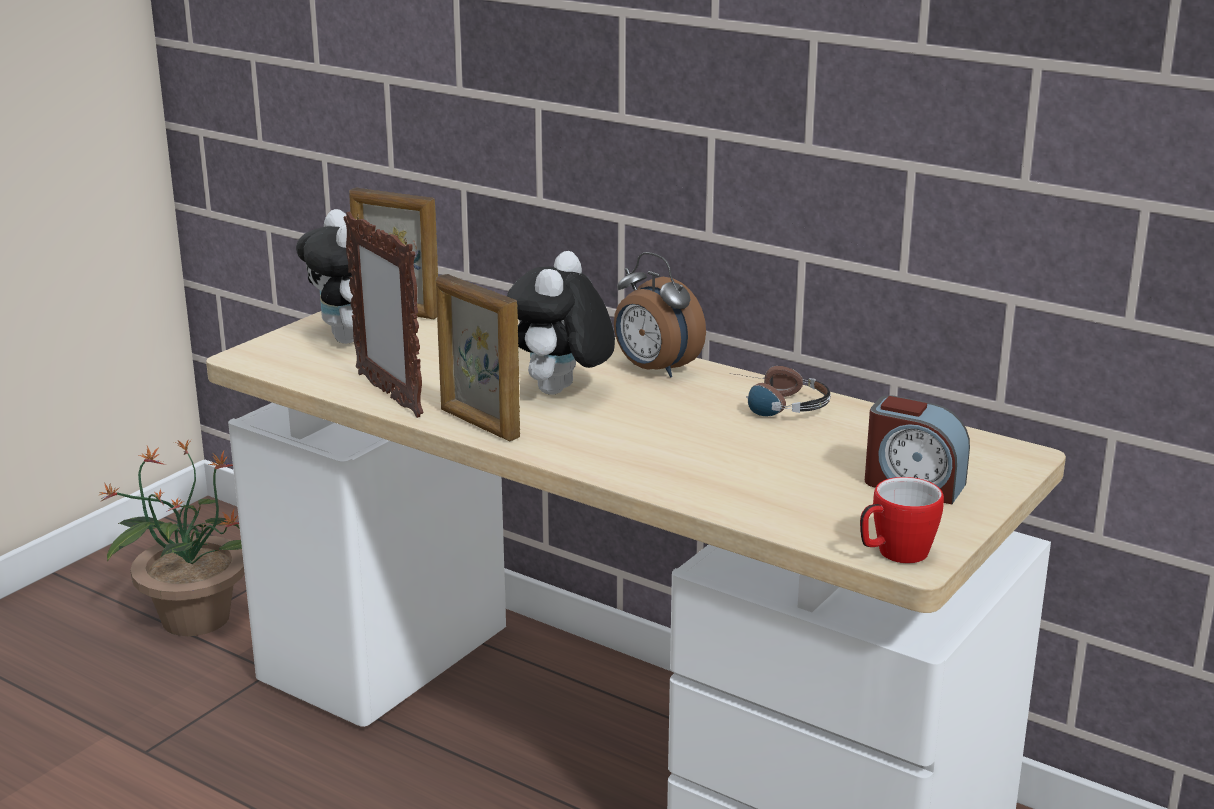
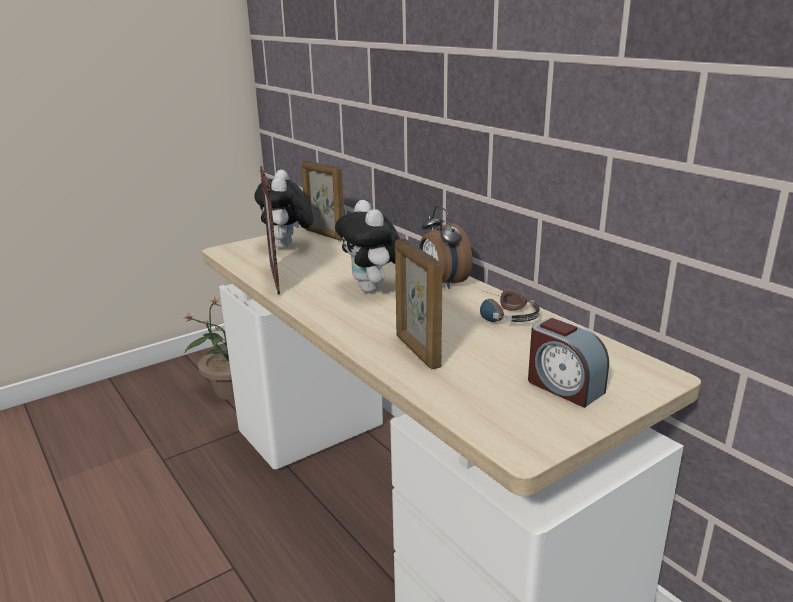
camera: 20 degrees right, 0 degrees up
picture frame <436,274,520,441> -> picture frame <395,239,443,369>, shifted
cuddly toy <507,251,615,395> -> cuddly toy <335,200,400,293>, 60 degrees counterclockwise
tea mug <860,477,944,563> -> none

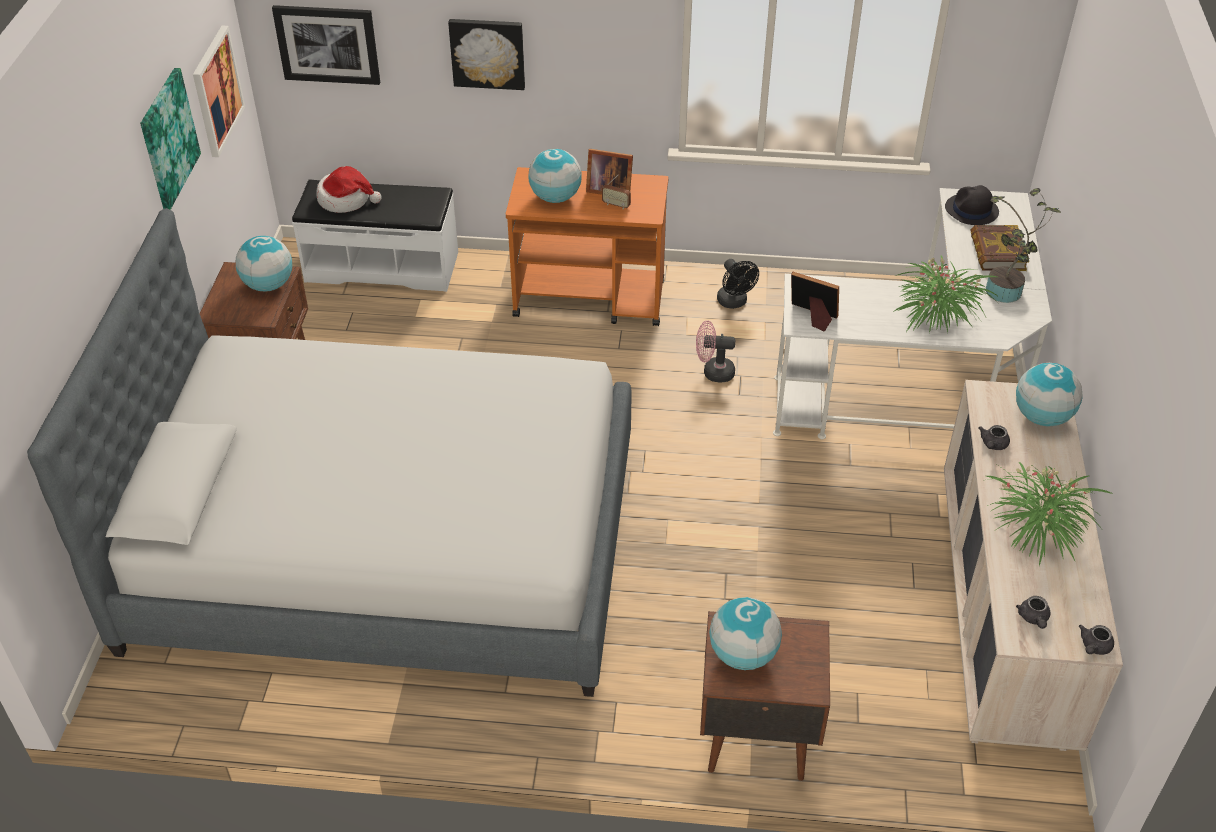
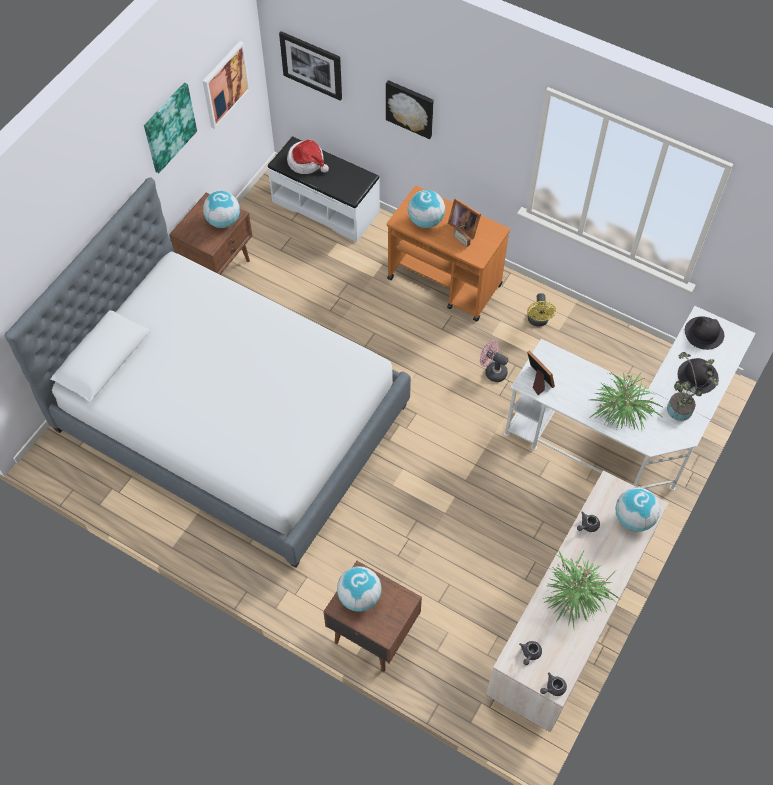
camera: 25 degrees right, 15 degrees up
black-coloured cooling fan <717,259,759,309> -> yellow-coloured cooling fan <527,293,556,326>
book <971,225,1029,271> -> black-coloured wearable hat <678,358,718,394>

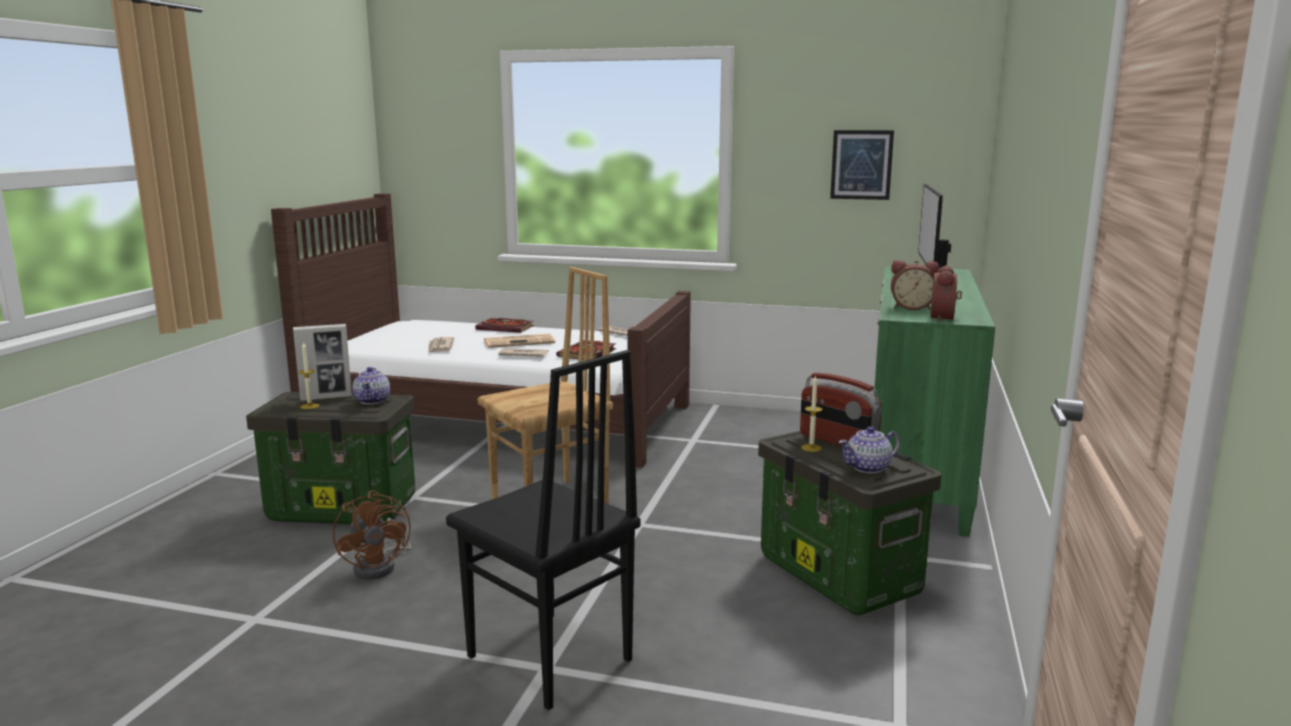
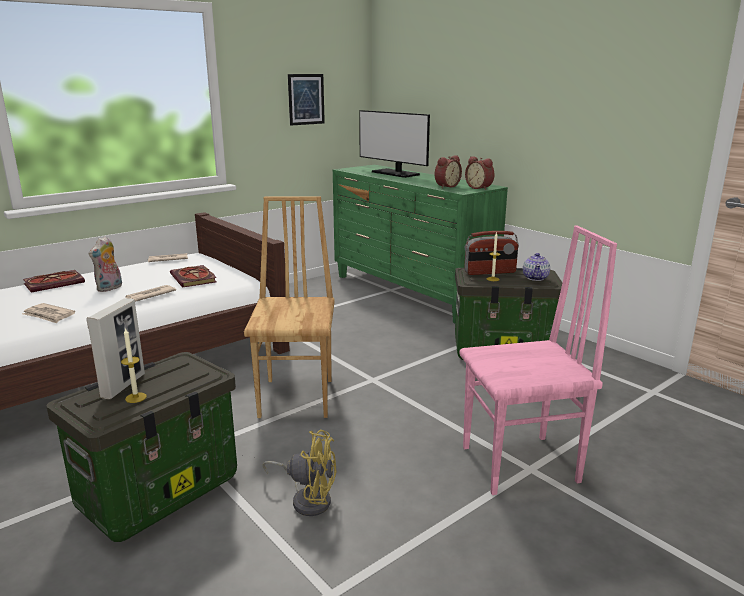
camera: 55 degrees left, 5 degrees up
brown cooling fan <333,490,411,579> -> yellow-coloured cooling fan <263,430,337,516>
pot for tea <352,367,390,404> -> none
black-coloured plain chair <446,350,640,710> -> pink plain chair <459,226,617,495>
newspaper <484,334,555,348> -> cuddly toy <89,236,122,292>

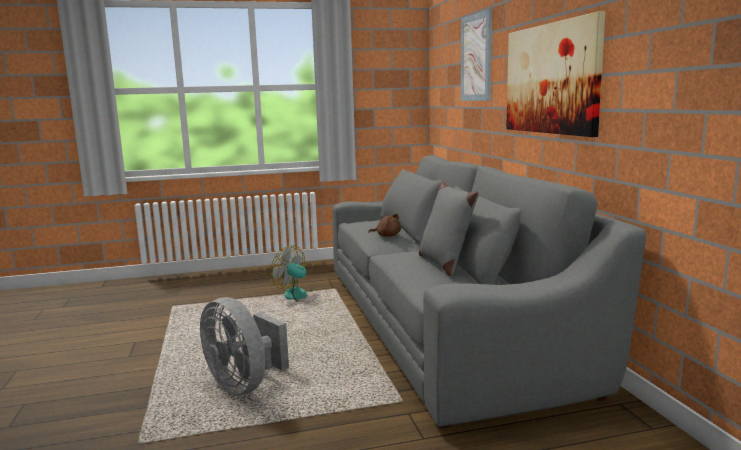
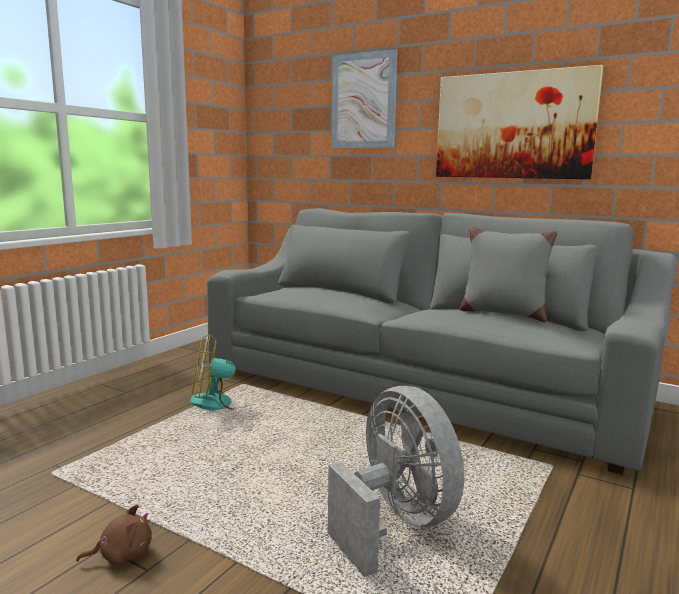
camera: 45 degrees left, 0 degrees up
grey cooling fan <200,297,289,396> -> grey cooling fan <328,386,464,577>, 120 degrees counterclockwise
brown cuddly toy <368,214,401,237> -> brown cuddly toy <76,504,152,566>, shifted

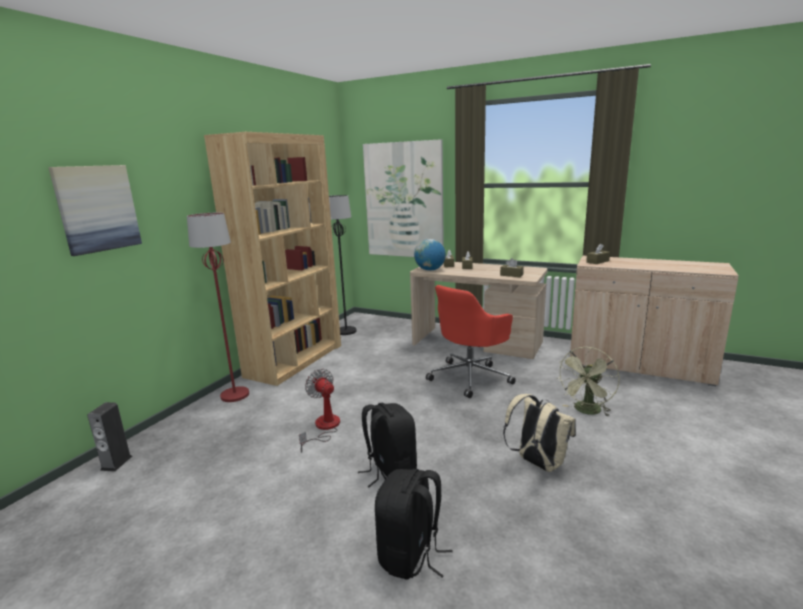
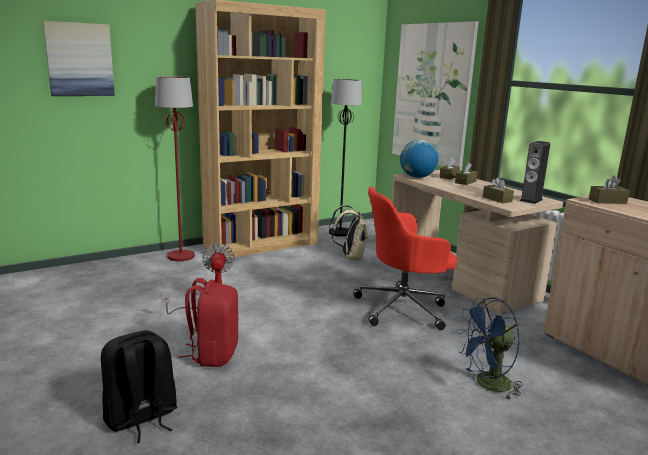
camera: 30 degrees right, 0 degrees up
loudspeaker <87,402,132,472> -> loudspeaker <520,141,550,204>, shifted
black-coloured backpack <358,402,417,487> -> red backpack <179,278,239,367>
beige backpack <503,394,576,472> -> beige backpack <329,205,368,260>, shifted
green cooling fan <557,347,620,417> -> bluish cooling fan <457,297,523,400>

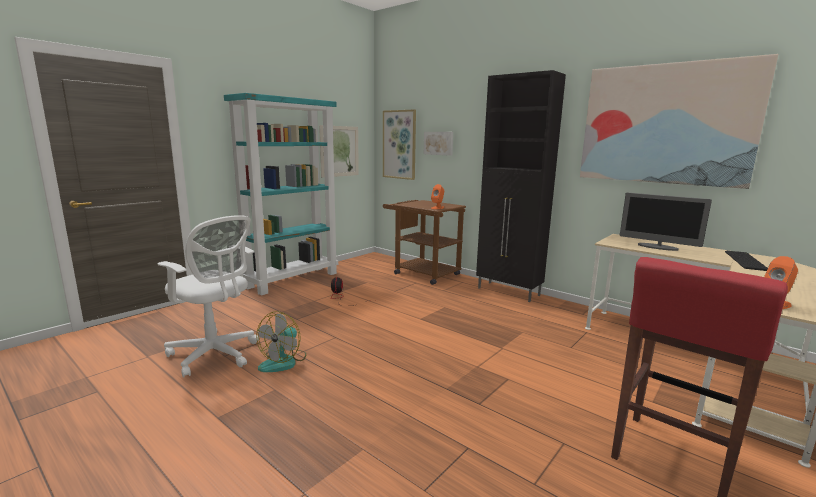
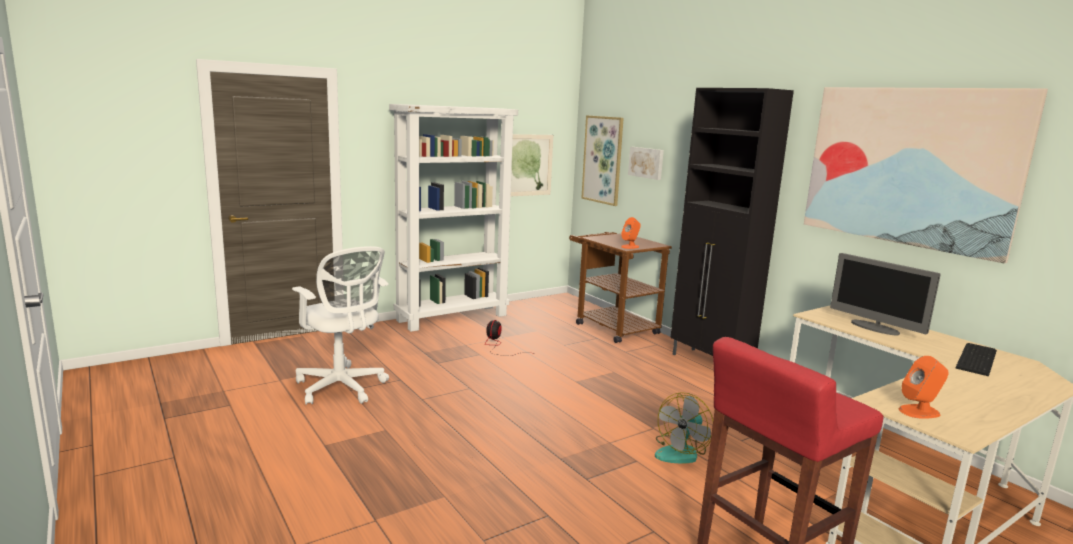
camera: 15 degrees right, 0 degrees up
turquoise-coloured bookshelf <224,93,338,295> -> white bookshelf <389,104,518,332>
cooling fan <256,311,306,372> -> cooling fan <655,392,713,463>, shifted

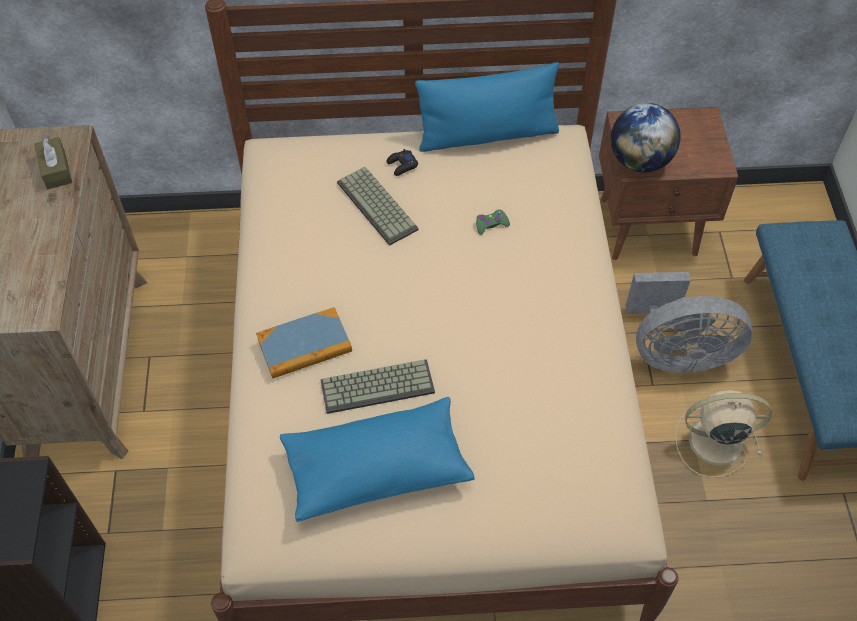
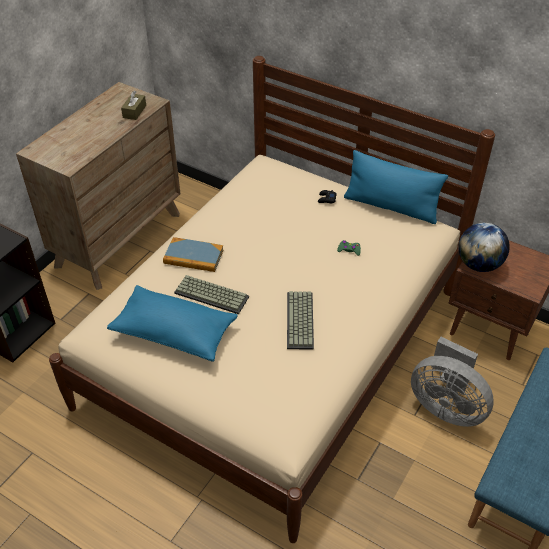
camera: 35 degrees right, 10 degrees down
computer keyboard <337,167,419,246> -> computer keyboard <287,291,314,350>, shifted
beige cooling fan <675,390,772,478> -> none

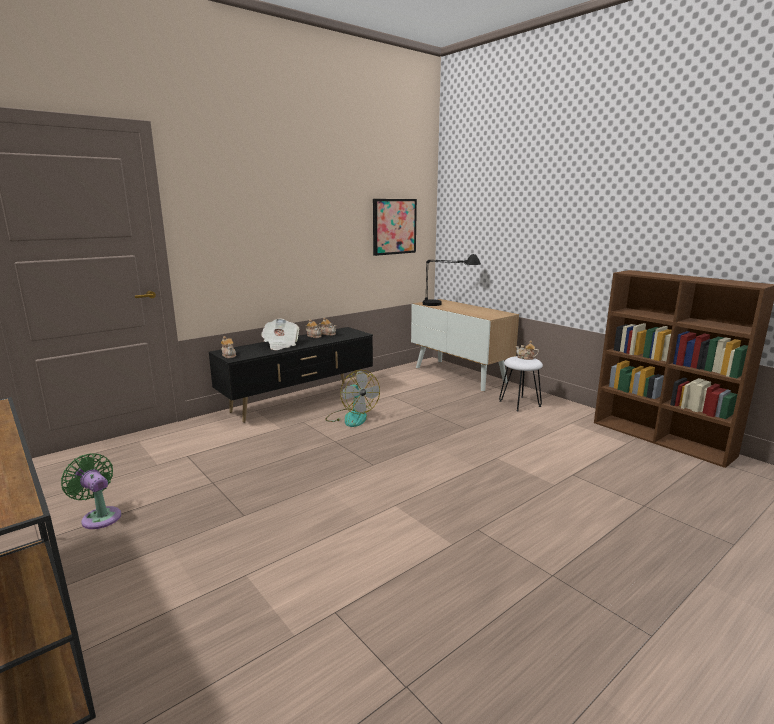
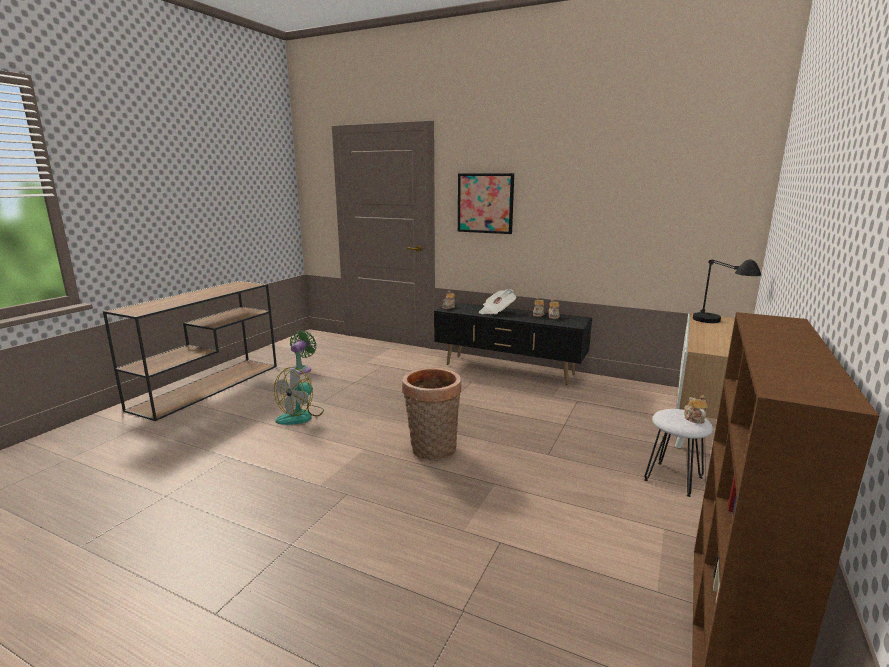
camera: 65 degrees right, 0 degrees up
cooling fan <326,370,380,427> -> cooling fan <274,367,324,425>, shifted
wall art <373,199,417,256> -> wall art <458,173,514,234>, shifted
none -> household basket <402,368,461,461>

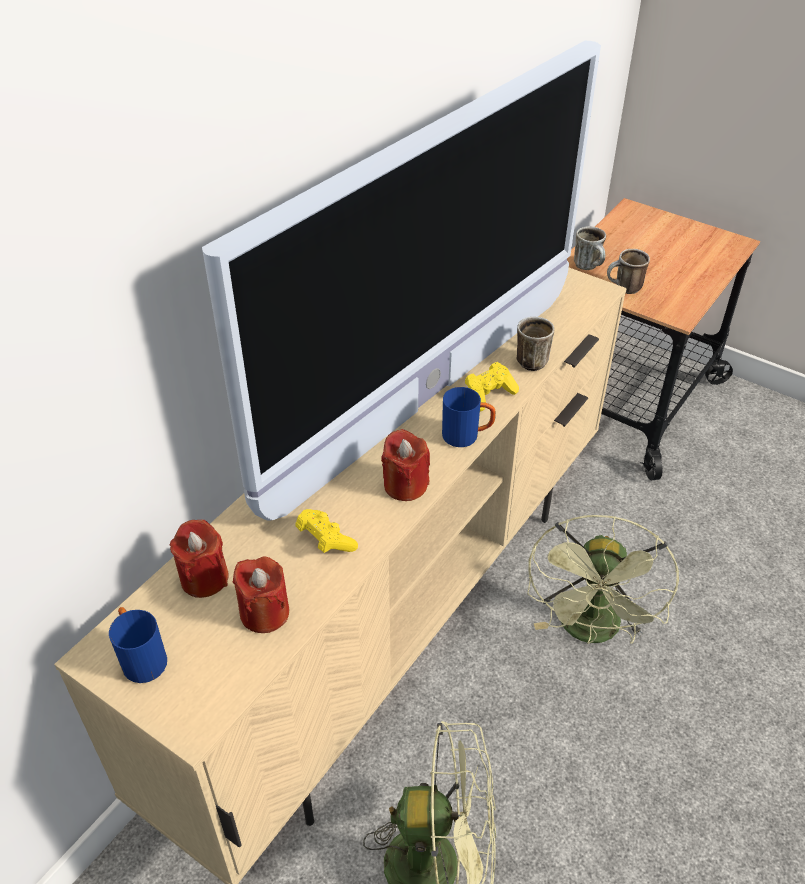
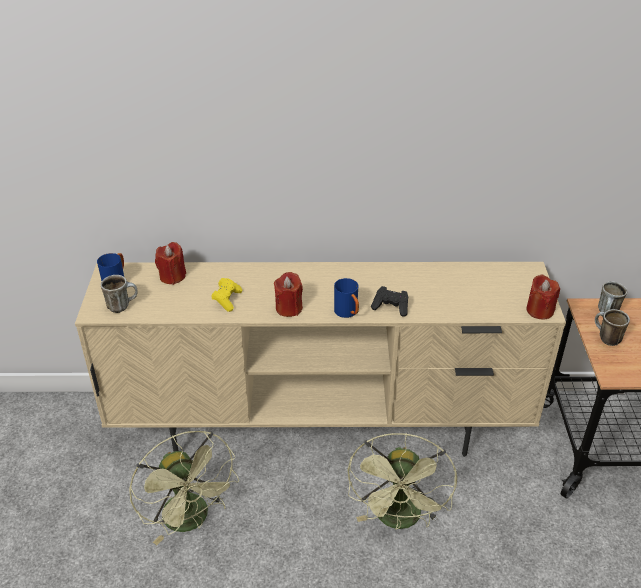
camera: 55 degrees right, 5 degrees down
TV set <202,41,601,521> -> none
red wax candle <233,557,289,633> -> red wax candle <526,274,560,320>, shifted
yellow-coloured game controller <465,362,519,411> -> black-coloured game controller <371,286,408,317>
tea mug <517,317,554,371> -> tea mug <101,275,138,313>, shifted
green cooling fan <527,515,679,644> -> green cooling fan <348,433,457,530>, 60 degrees counterclockwise

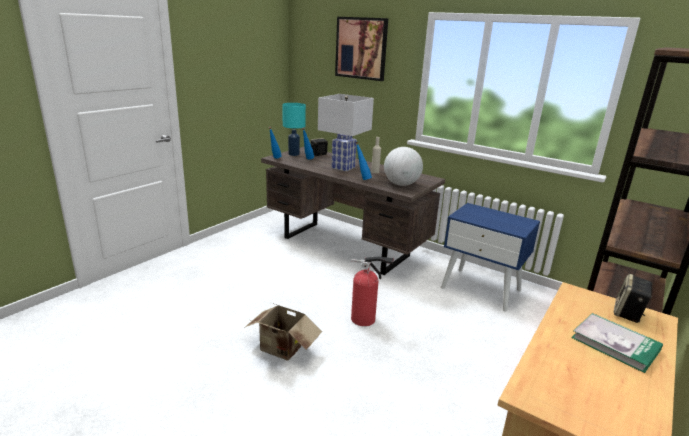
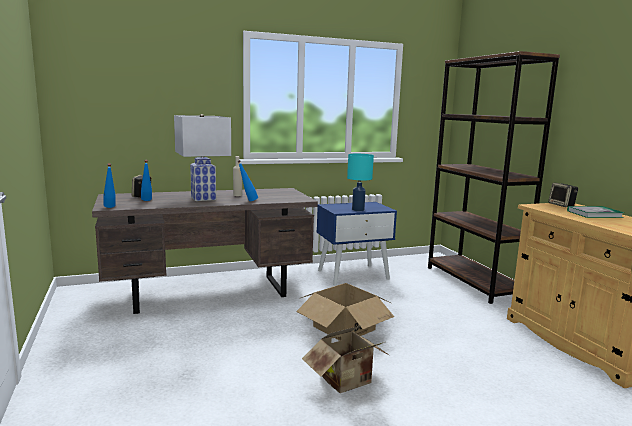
camera: 55 degrees left, 10 degrees down
turquoise-coloured tabletop lamp <282,103,306,156> -> turquoise-coloured tabletop lamp <347,154,374,211>, shifted
wall art <335,17,388,81> -> none
fire extinguisher <351,256,394,326> -> cardboard box <296,283,394,341>
desk globe <384,147,423,186> -> none

